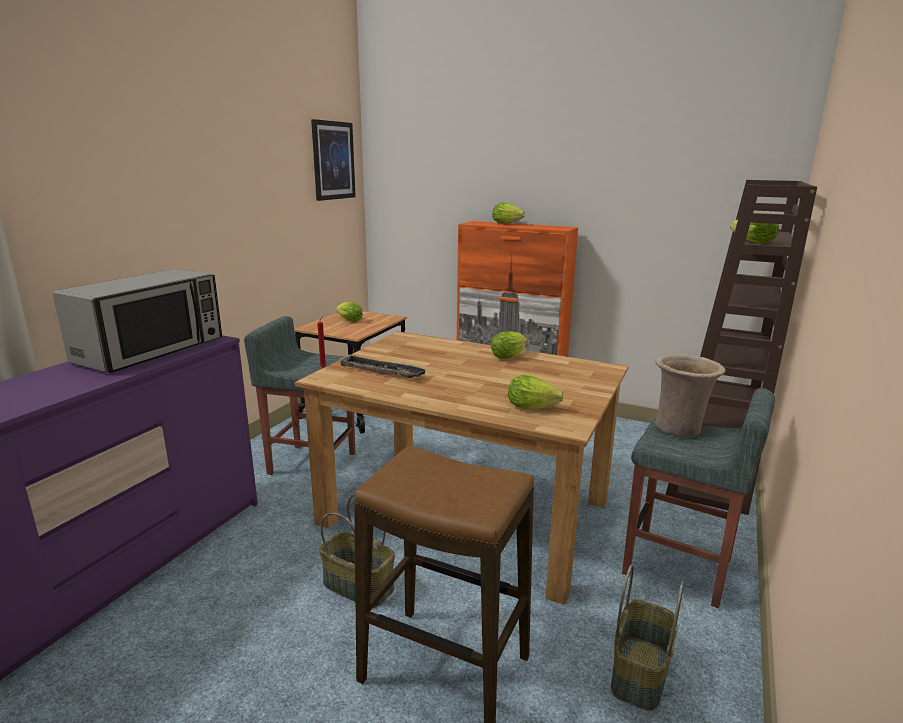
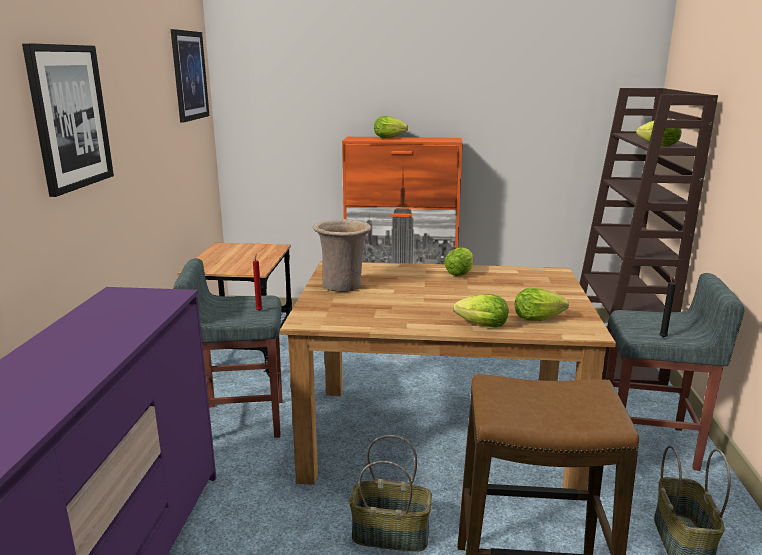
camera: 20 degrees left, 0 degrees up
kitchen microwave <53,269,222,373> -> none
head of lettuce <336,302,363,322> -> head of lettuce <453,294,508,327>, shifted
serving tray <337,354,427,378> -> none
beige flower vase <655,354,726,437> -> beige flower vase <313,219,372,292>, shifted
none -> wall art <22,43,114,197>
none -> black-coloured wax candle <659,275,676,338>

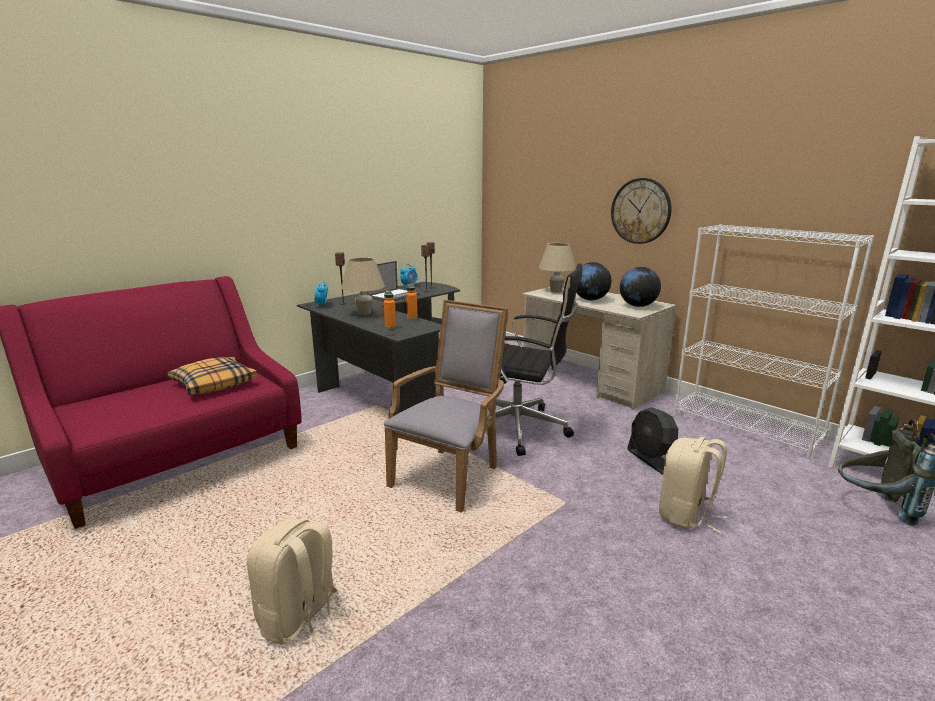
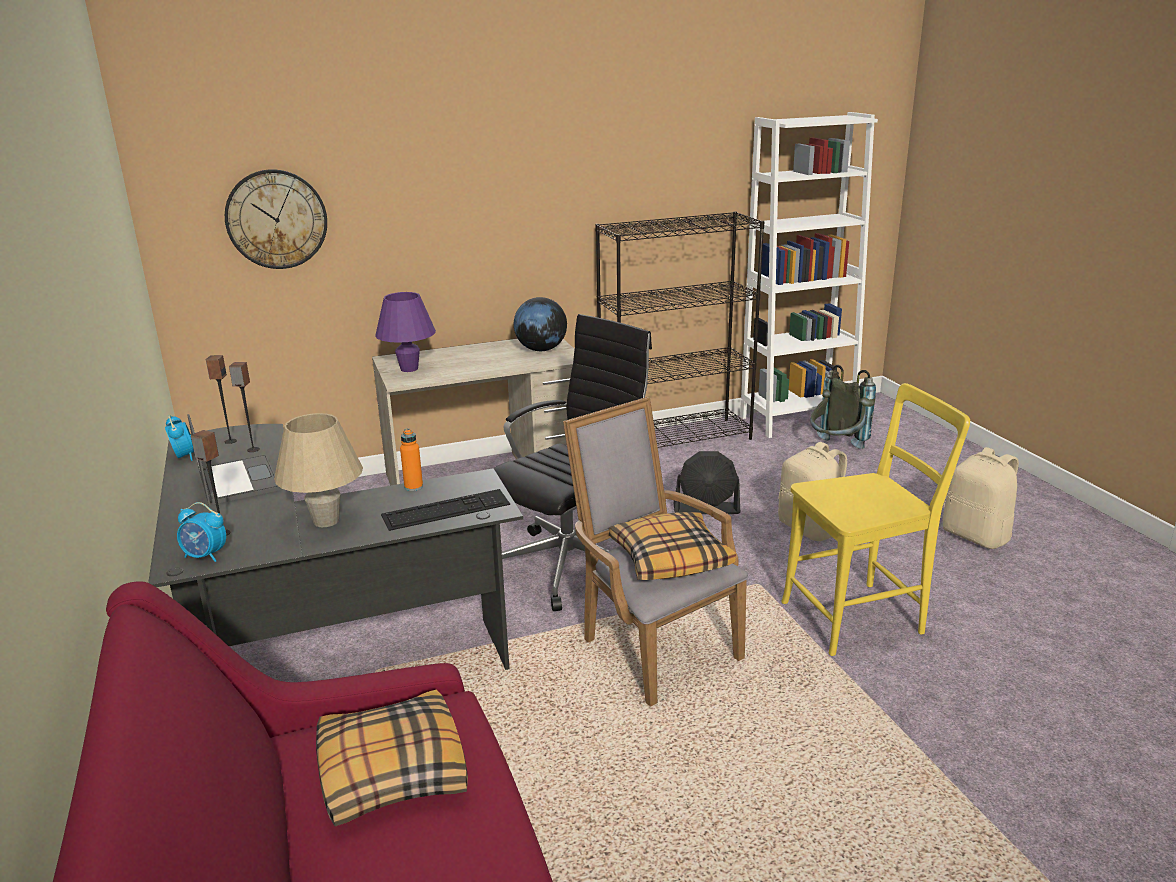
camera: 65 degrees left, 5 degrees up
beige backpack <247,518,348,647> -> beige backpack <943,447,1019,549>, shifted
orangey drink bottle <384,290,396,329> -> computer keyboard <381,489,510,531>
beige tabletop lamp <539,243,576,293> -> purplish tabletop lamp <375,292,436,372>
desk globe <576,262,612,300> -> none
hanging clock <611,178,672,244> -> hanging clock <225,170,327,269>, shifted
white bookshelf <674,224,875,459> -> black-coloured bookshelf <595,211,765,448>
none -> throw pillow <609,512,736,580>
none -> yellow-coloured plain chair <781,383,970,656>

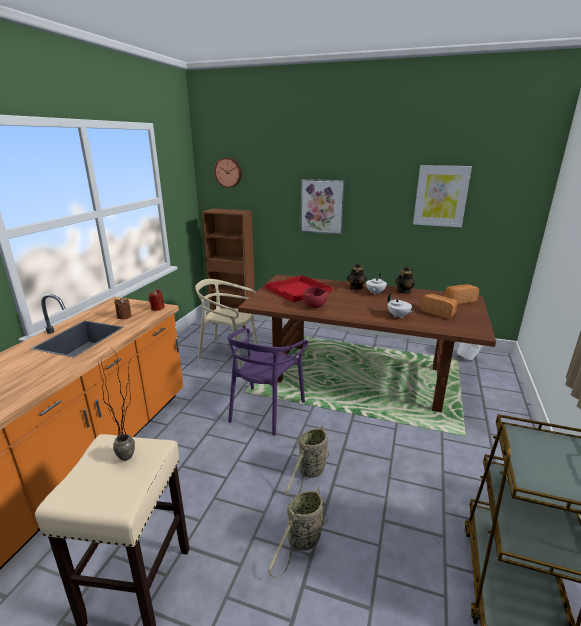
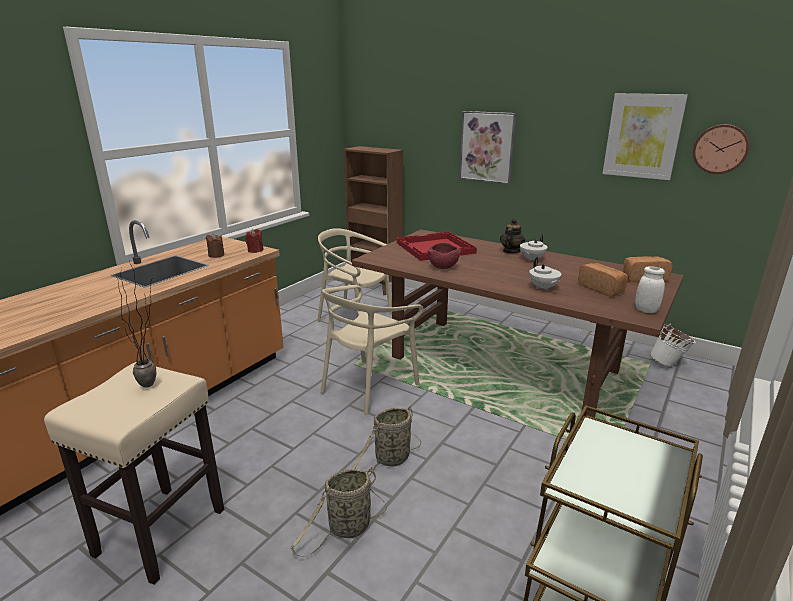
camera: 15 degrees right, 0 degrees up
hanging clock <214,157,242,188> -> hanging clock <693,124,749,174>, shifted
purplish plain chair <227,328,308,436> -> beige plain chair <321,285,423,415>
pot for tea <395,266,415,293> -> none
none -> white jar <635,266,665,313>

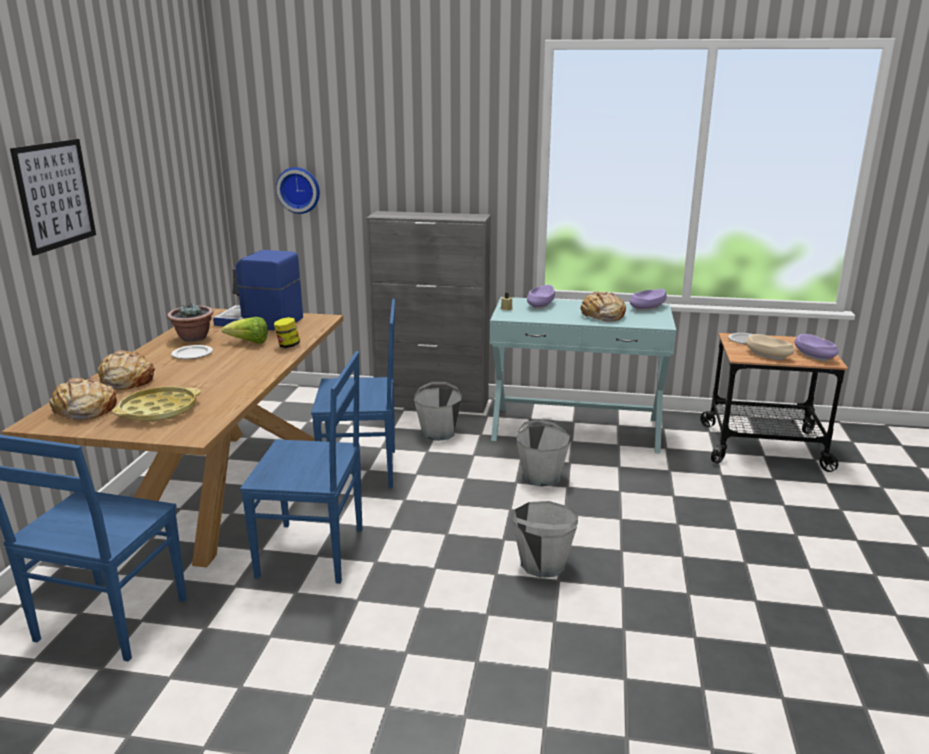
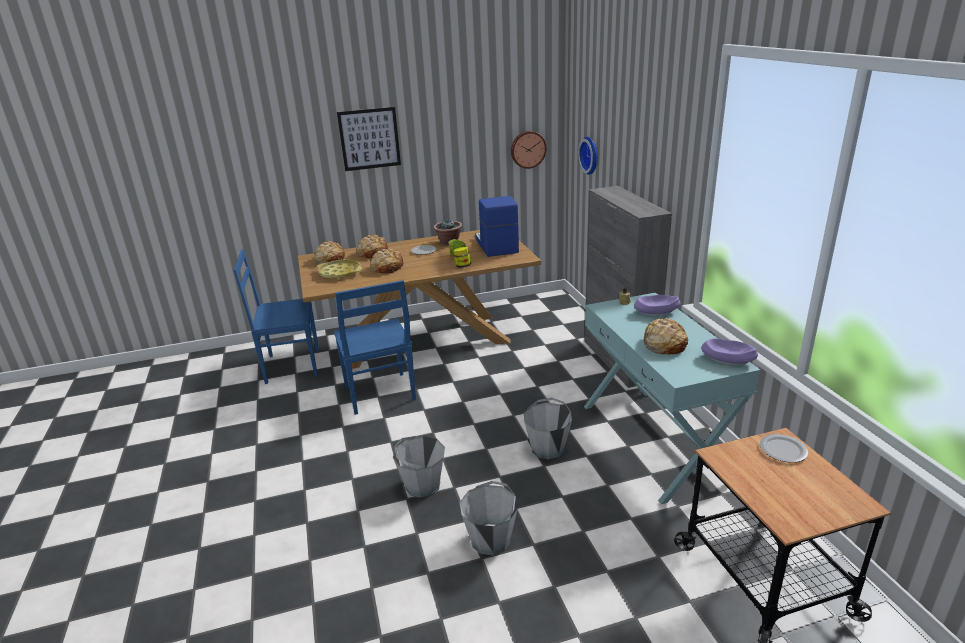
camera: 65 degrees right, 5 degrees up
bluish plain chair <311,299,395,488> -> none
grey pail <414,382,462,441> -> grey pail <460,481,518,556>, shifted
beige bowl <745,334,795,360> -> none
purplish bowl <794,334,838,361> -> none
none -> bakery bread <370,248,404,274>
none -> hanging clock <511,131,546,169>

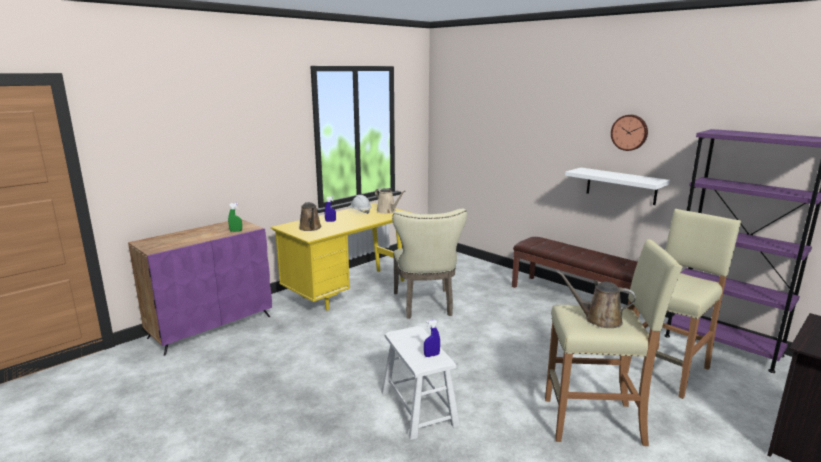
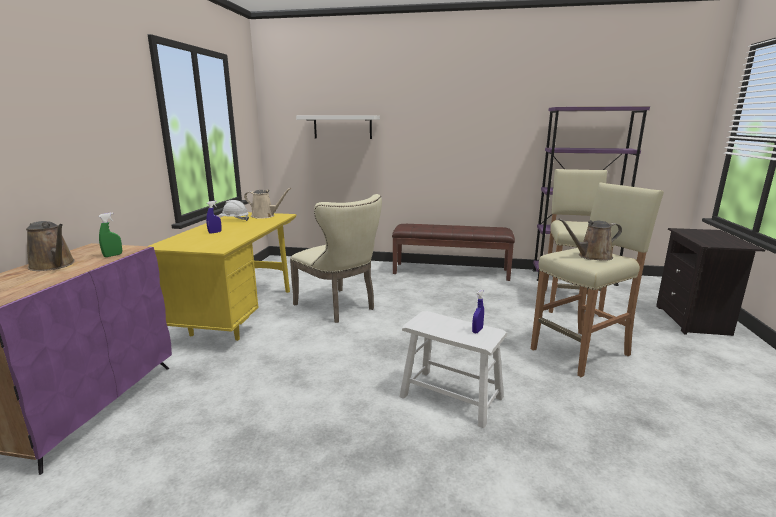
camera: 35 degrees left, 0 degrees up
brown watering pot <299,202,322,231> -> brown watering pot <26,221,75,271>, shifted
white bracket shelf <565,168,670,205> -> white bracket shelf <296,115,380,139>, shifted
hanging clock <611,115,648,151> -> none

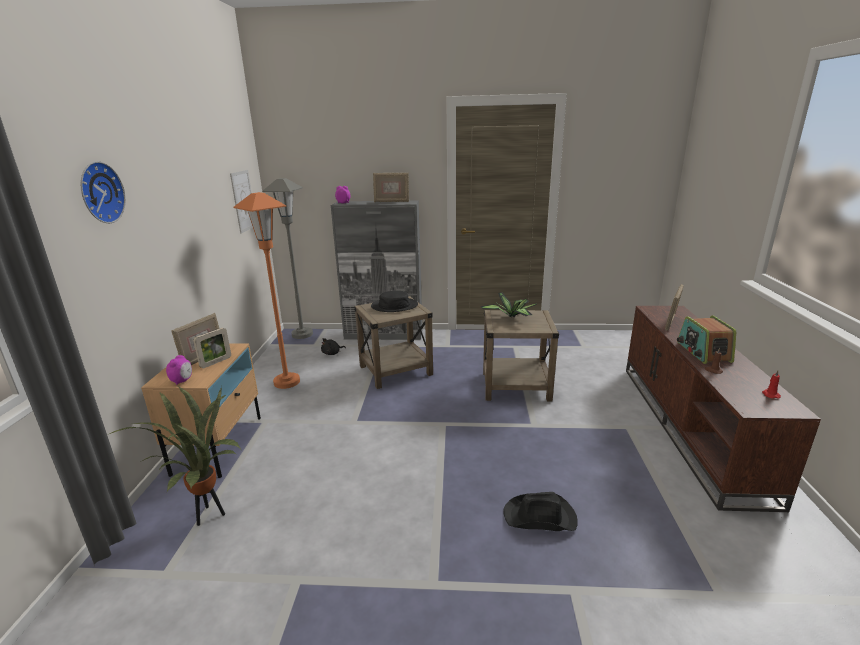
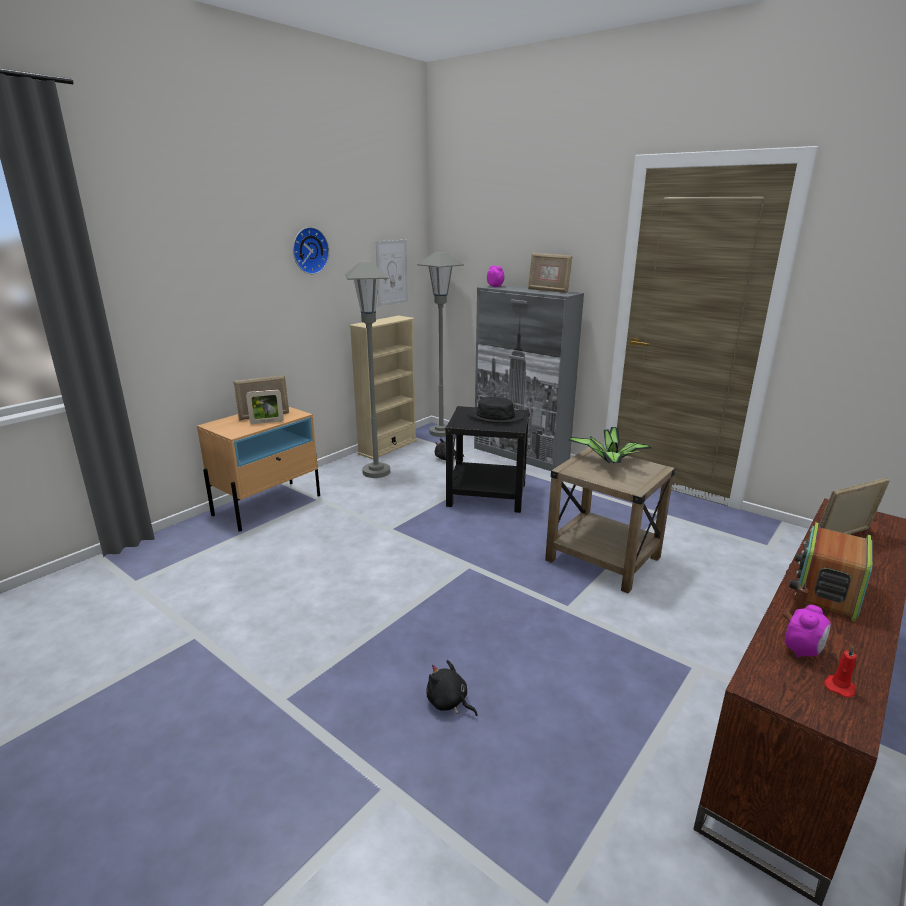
camera: 35 degrees right, 0 degrees up
hanging clock <81,161,126,223> -> hanging clock <293,227,329,274>, shifted
potted plant <110,387,241,526> -> none
table clock <166,355,192,385> -> table clock <785,605,831,658>, shifted
orangey floor lamp <233,192,300,389> -> grey floor lamp <346,261,390,478>
beige accent table <354,296,433,389> -> black-coloured accent table <445,406,530,513>
black-coloured wearable hat <503,492,578,531> -> black-coloured cuddly toy <426,660,477,716>
none -> beige bookshelf <349,316,417,460>

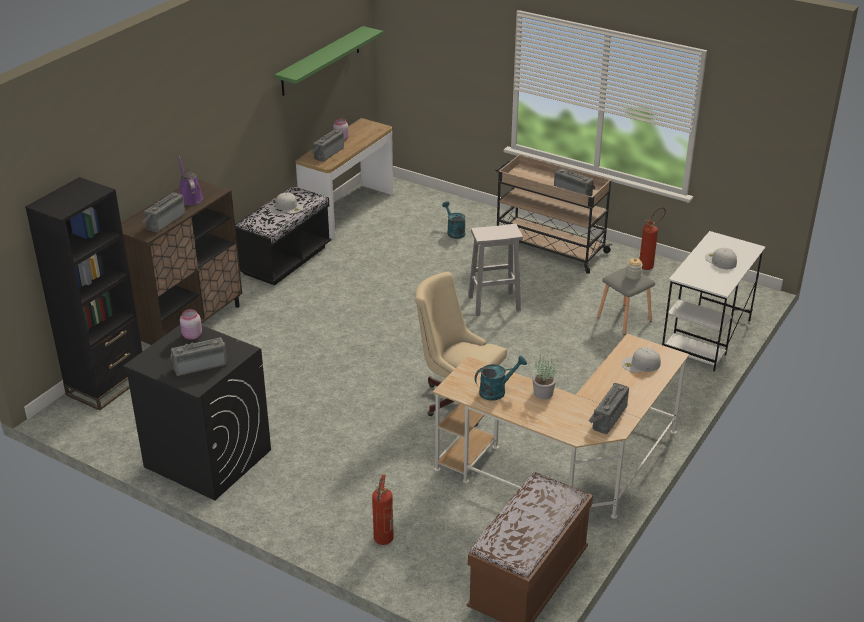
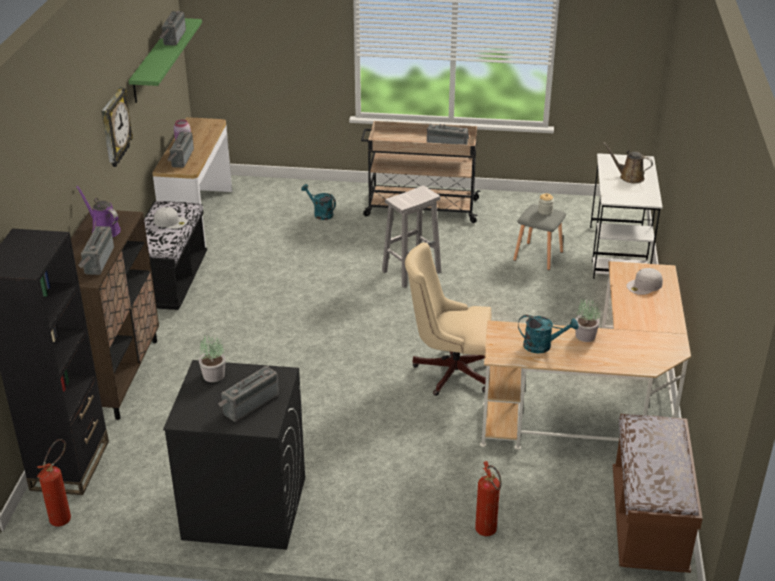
camera: 25 degrees left, 0 degrees up
pink jar <180,309,202,340> -> potted plant <199,335,226,382>
turquoise-coloured watering pot <475,356,527,401> -> turquoise-coloured watering pot <518,315,579,353>, 60 degrees clockwise
radio <589,383,629,434> -> radio <160,11,186,46>, shifted
fire extinguisher <639,207,666,270> -> fire extinguisher <36,439,71,527>, shifted
white peaked cap <705,248,737,269> -> brown watering pot <603,142,653,183>
none -> hanging clock <101,87,133,167>

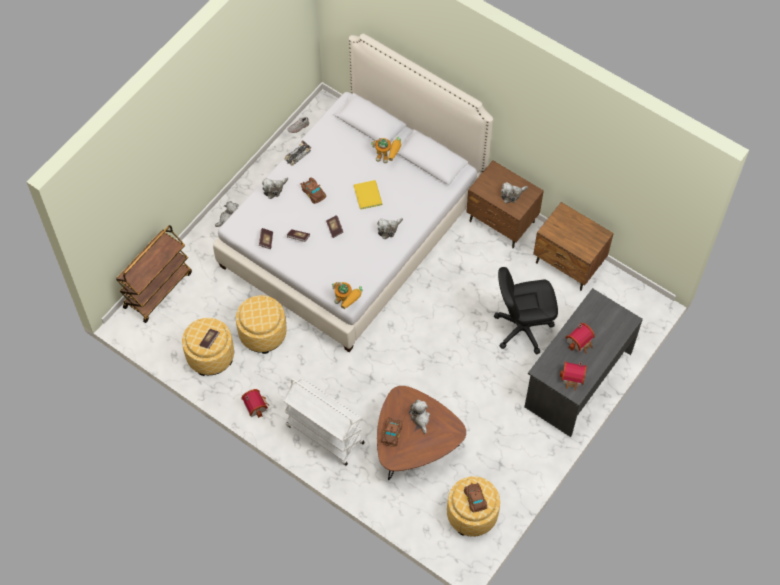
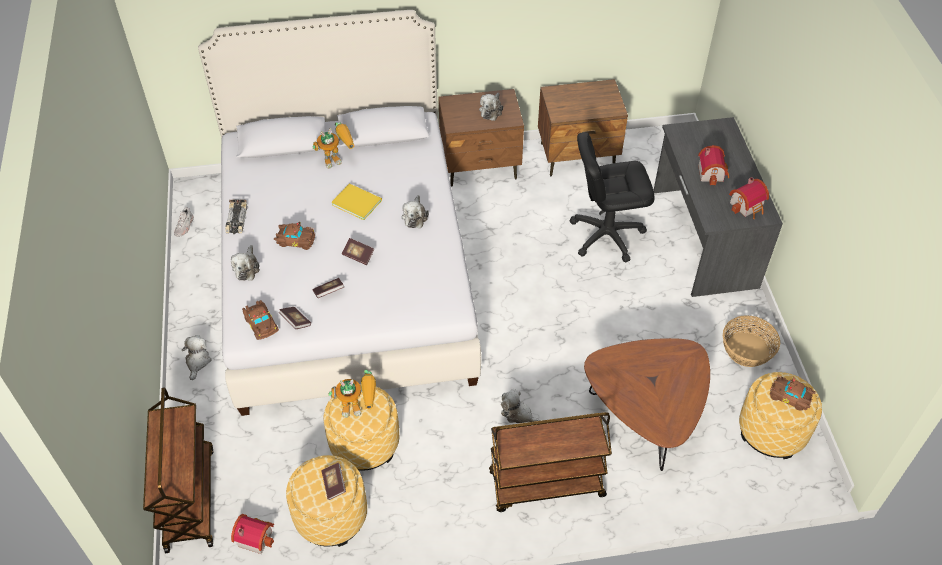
camera: 45 degrees left, 10 degrees down
model house <241,389,269,418> -> model house <231,514,274,554>, shifted
white cart <283,378,365,466> -> brown cart <489,412,612,512>
toy robot <332,282,363,309> -> toy robot <328,370,376,418>, shifted
brown miniature car <381,417,403,447> -> brown miniature car <242,300,279,340>, shifted
cuddly toy <409,400,430,434> -> cuddly toy <501,389,540,423>, shifted
black-coloured computer chair <494,267,558,354> -> black-coloured computer chair <569,132,655,262>, 45 degrees clockwise
none -> household basket <723,315,780,367>

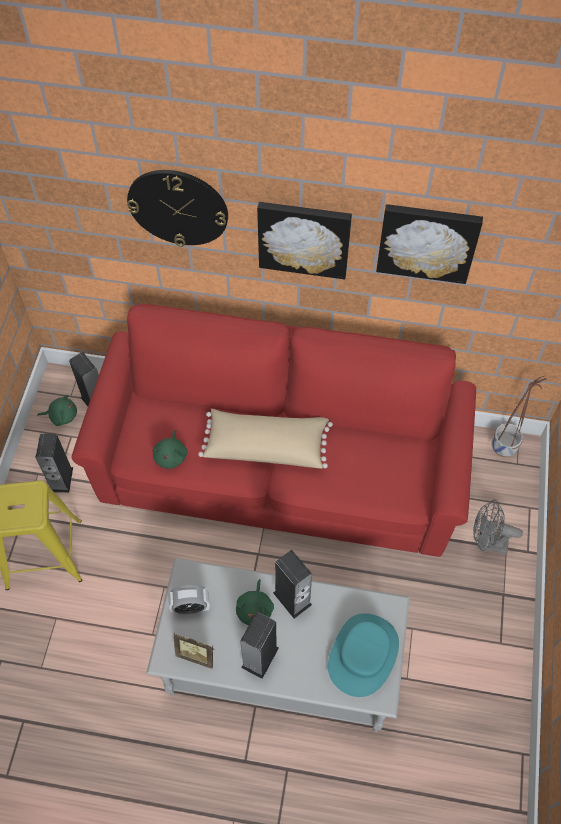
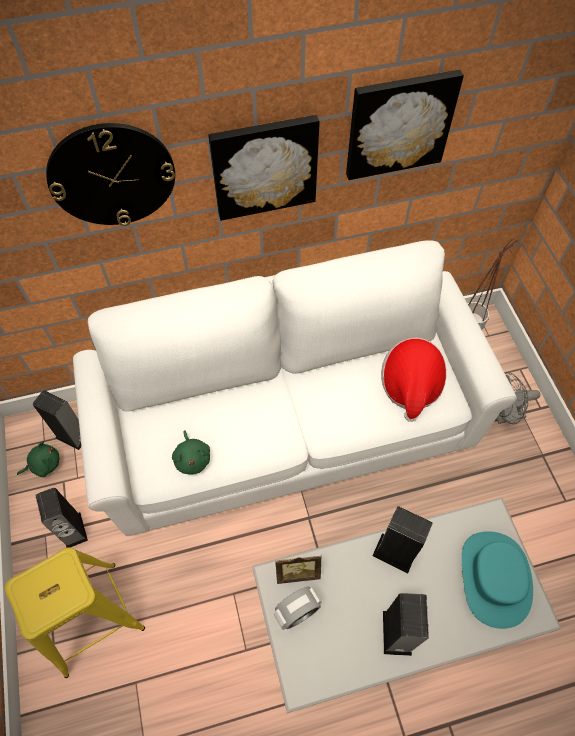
camera: 25 degrees left, 0 degrees up
red sofa <71,304,476,557> -> white sofa <73,240,517,536>
picture frame <174,633,215,669> -> picture frame <275,556,322,584>, shifted
beige throw pillow <198,409,333,469> -> none
green cuddly toy <236,579,274,625> -> none
none -> wearable hat <381,338,446,422>

